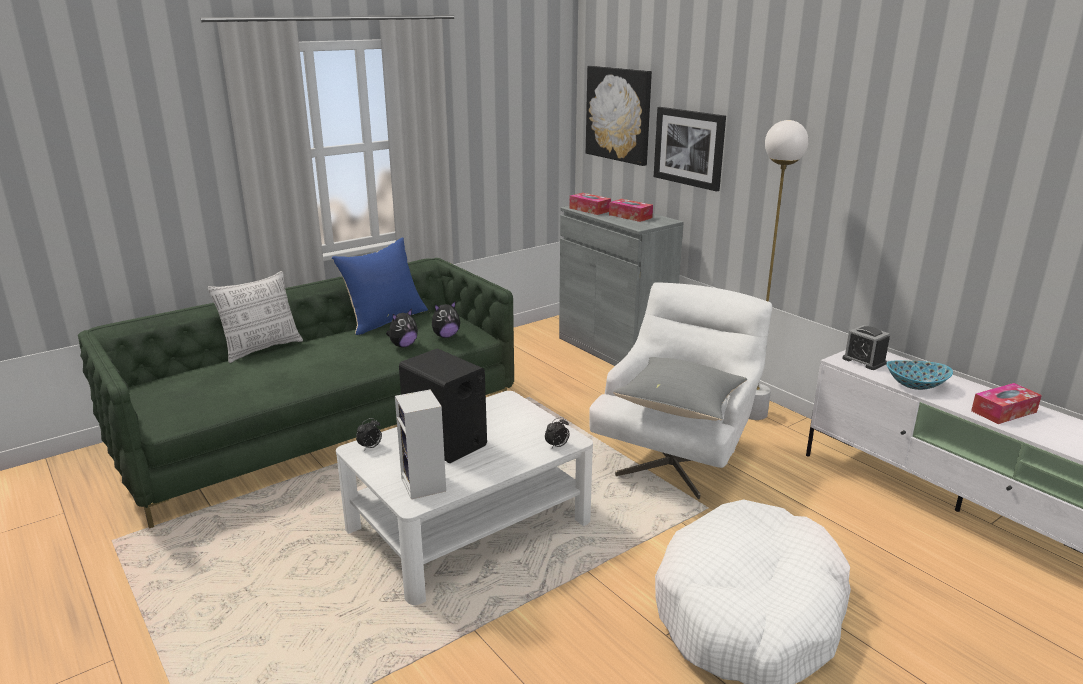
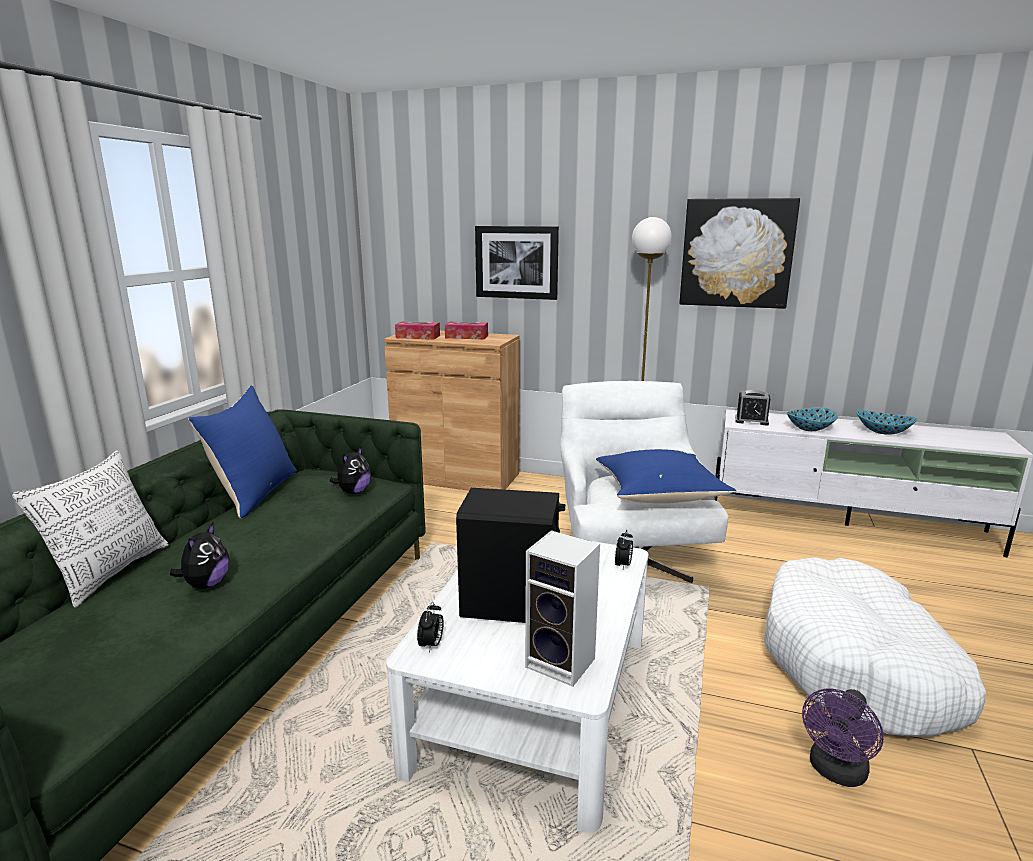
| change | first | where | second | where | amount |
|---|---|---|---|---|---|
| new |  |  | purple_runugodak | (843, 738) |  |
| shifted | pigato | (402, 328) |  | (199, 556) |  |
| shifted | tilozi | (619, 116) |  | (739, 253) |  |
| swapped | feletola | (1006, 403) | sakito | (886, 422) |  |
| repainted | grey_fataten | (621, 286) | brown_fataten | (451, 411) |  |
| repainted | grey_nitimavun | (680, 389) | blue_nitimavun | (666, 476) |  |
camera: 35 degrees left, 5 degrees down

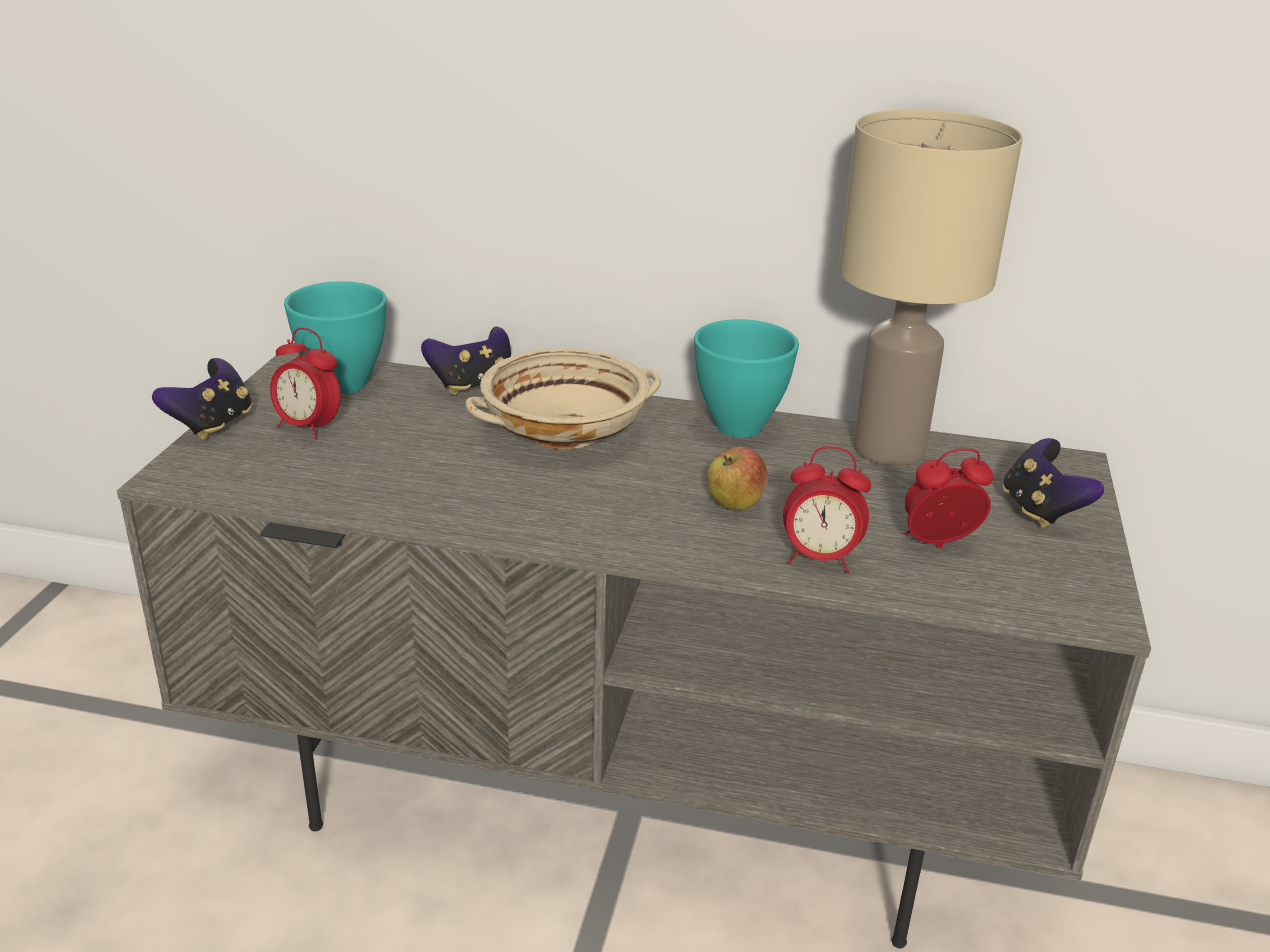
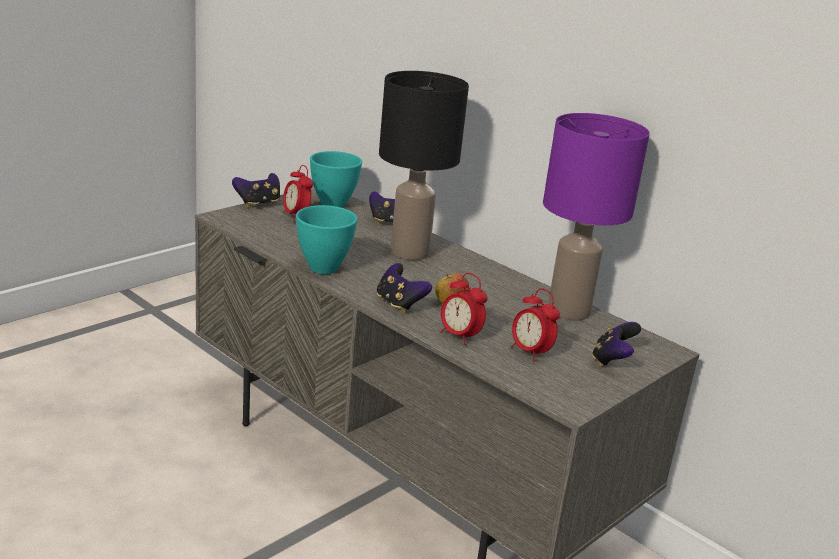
| change | first | where | second | where | amount |
|---|---|---|---|---|---|
| new |  |  | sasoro | (404, 288) |  |
| shifted | turquoise_sakito | (746, 378) |  | (326, 239) |  |
| swapped | beige_sakito | (563, 398) | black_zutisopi | (424, 165) |  |
| repainted | beige_zutisopi | (931, 287) | purple_zutisopi | (596, 217) |  |
| rotated | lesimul | (948, 498) |  | (535, 325) | 150 degrees counterclockwise |
camera: 30 degrees right, 5 degrees down

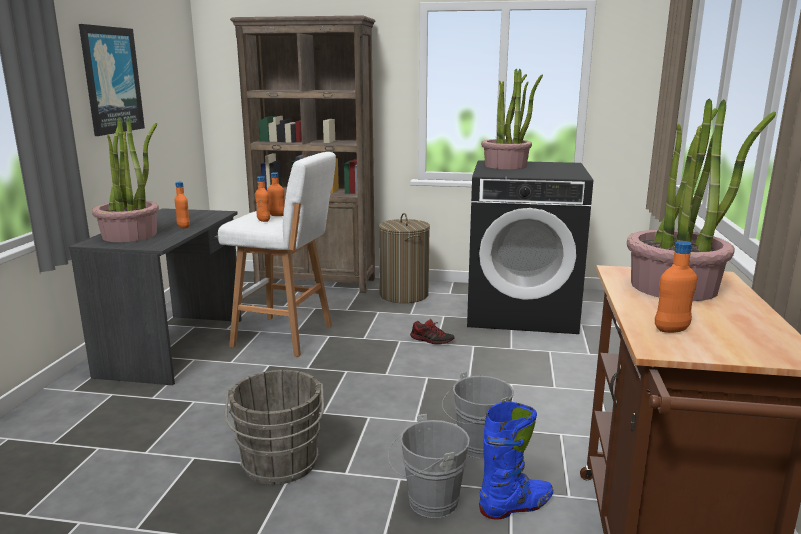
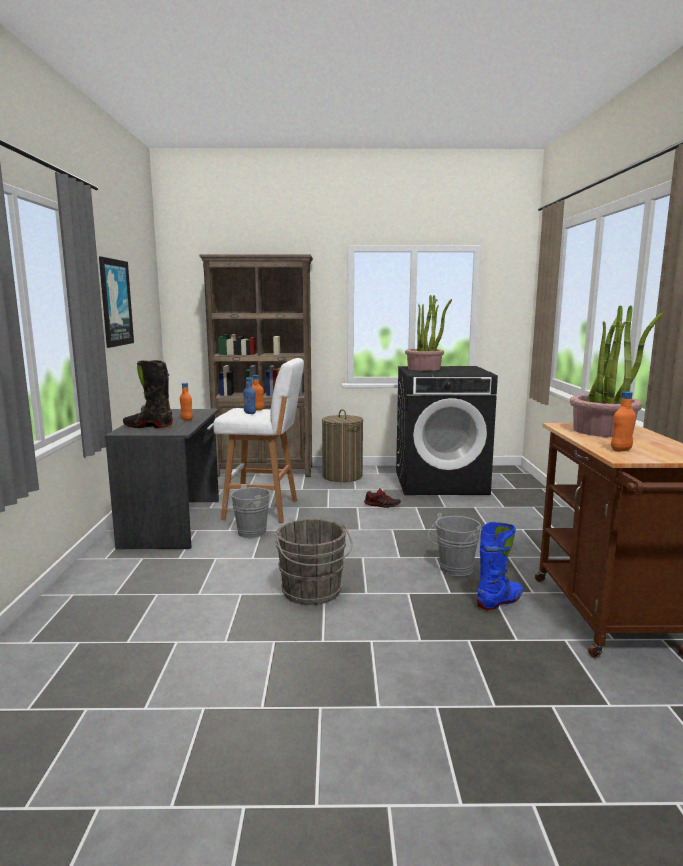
| change | first | where | second | where | amount |
|---|---|---|---|---|---|
| shifted | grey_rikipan | (429, 466) |  | (247, 511) |  |
| swapped | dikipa | (125, 180) | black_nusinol | (148, 394) |  |
| repainted | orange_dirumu | (262, 199) | blue_dirumu | (249, 395) |  |
camera: 10 degrees left, 5 degrees down

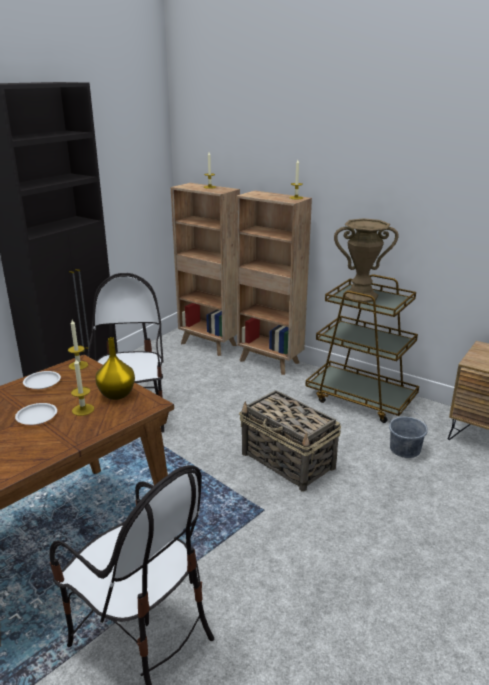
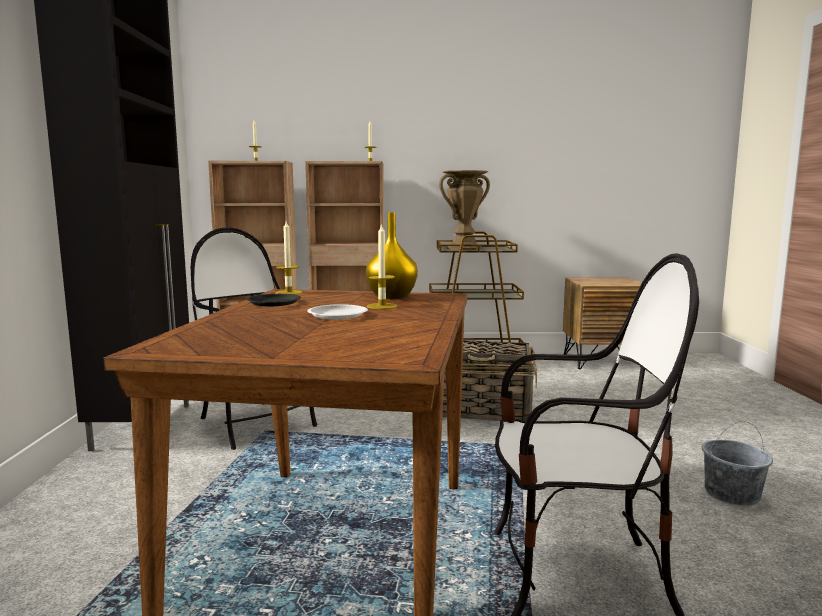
| change | first | where | second | where | amount |
|---|---|---|---|---|---|
| shifted | grey_rikipan | (408, 434) |  | (737, 463) |  |
| repainted | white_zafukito | (42, 380) | black_zafukito | (273, 300) |  |
camera: 35 degrees left, 15 degrees down

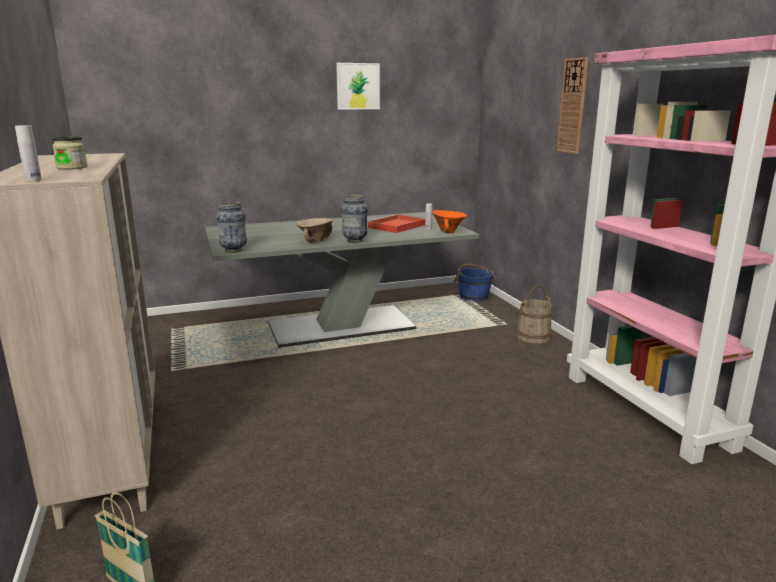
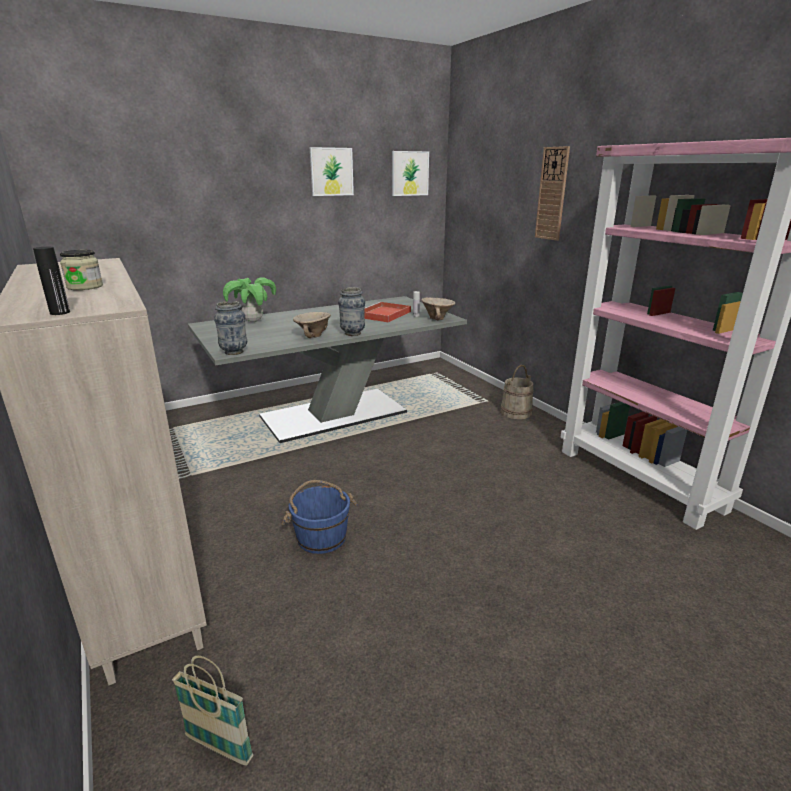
| change | first | where | second | where | amount |
|---|---|---|---|---|---|
| new |  |  | dikipa | (249, 299) |  |
| new |  |  | tilozi | (410, 173) |  |
| shifted | blue_rikipan | (474, 283) |  | (320, 517) |  |
| repainted | white_dirumu | (28, 153) | black_dirumu | (51, 281) |  |
| repainted | orange_sakito | (449, 221) | beige_sakito | (438, 309) |  |
camera: 10 degrees left, 5 degrees up

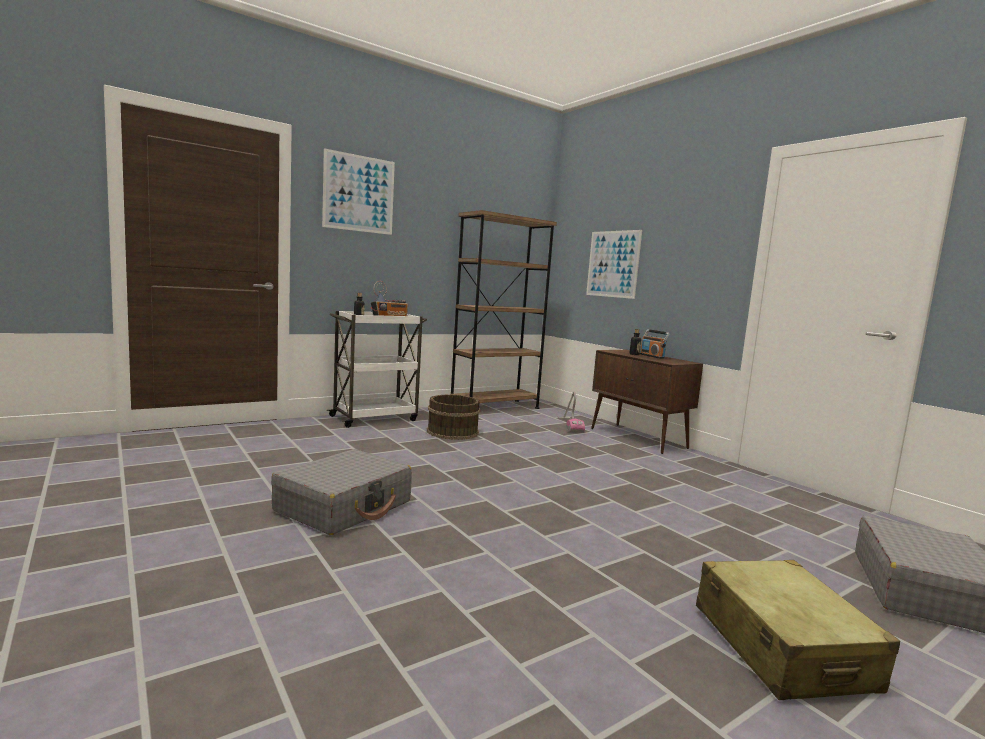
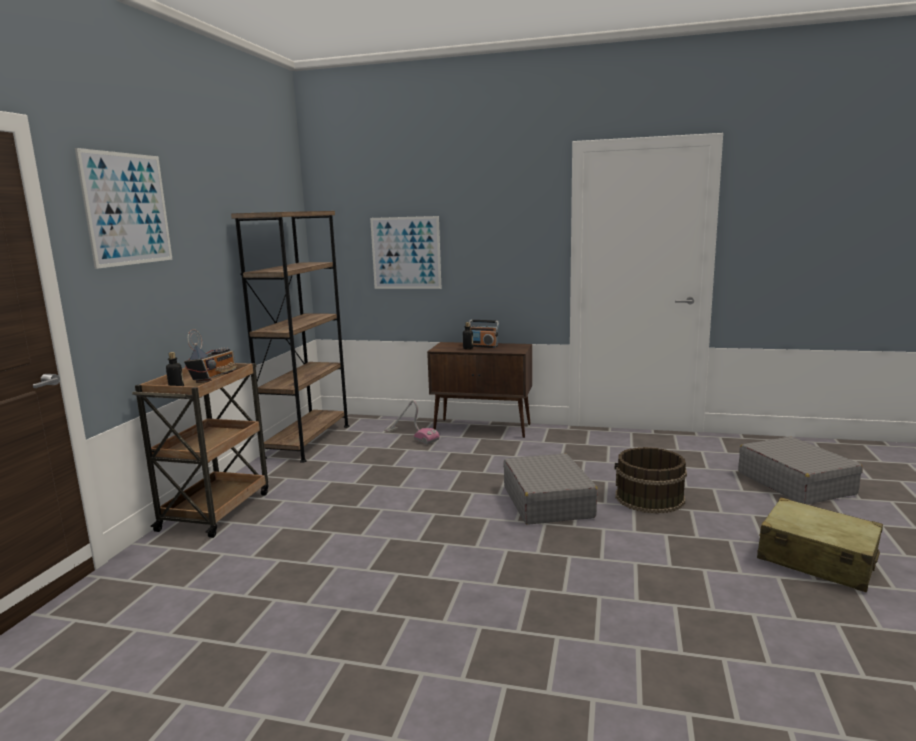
| change | first | where | second | where | amount |
|---|---|---|---|---|---|
| shifted | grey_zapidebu | (341, 492) |  | (550, 489) |  |
| shifted | brown_rikipan | (453, 417) |  | (651, 480) |  |
| repainted | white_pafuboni | (377, 369) | brown_pafuboni | (200, 450) |  |
camera: 40 degrees left, 5 degrees up

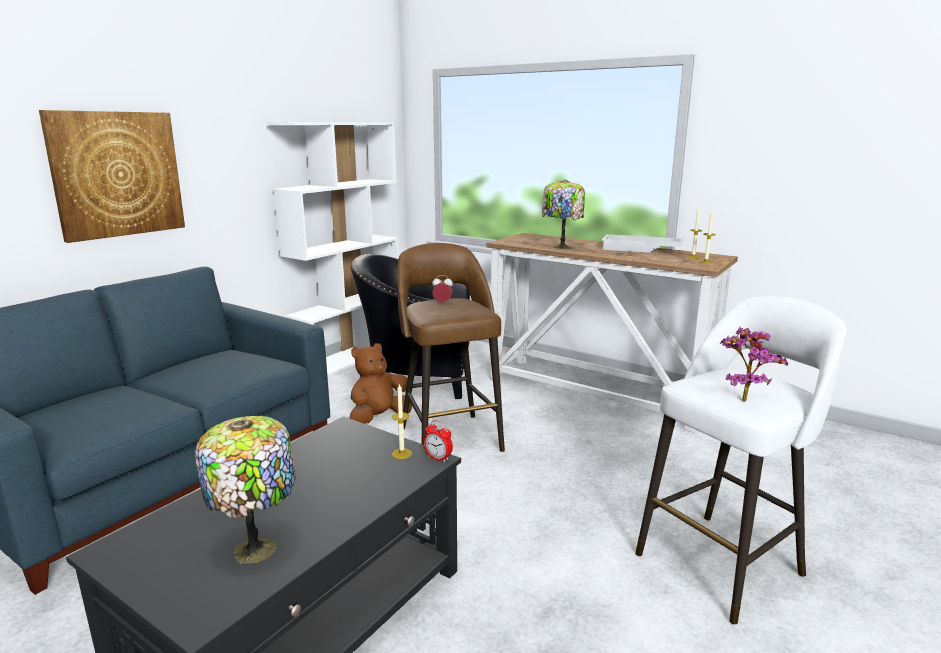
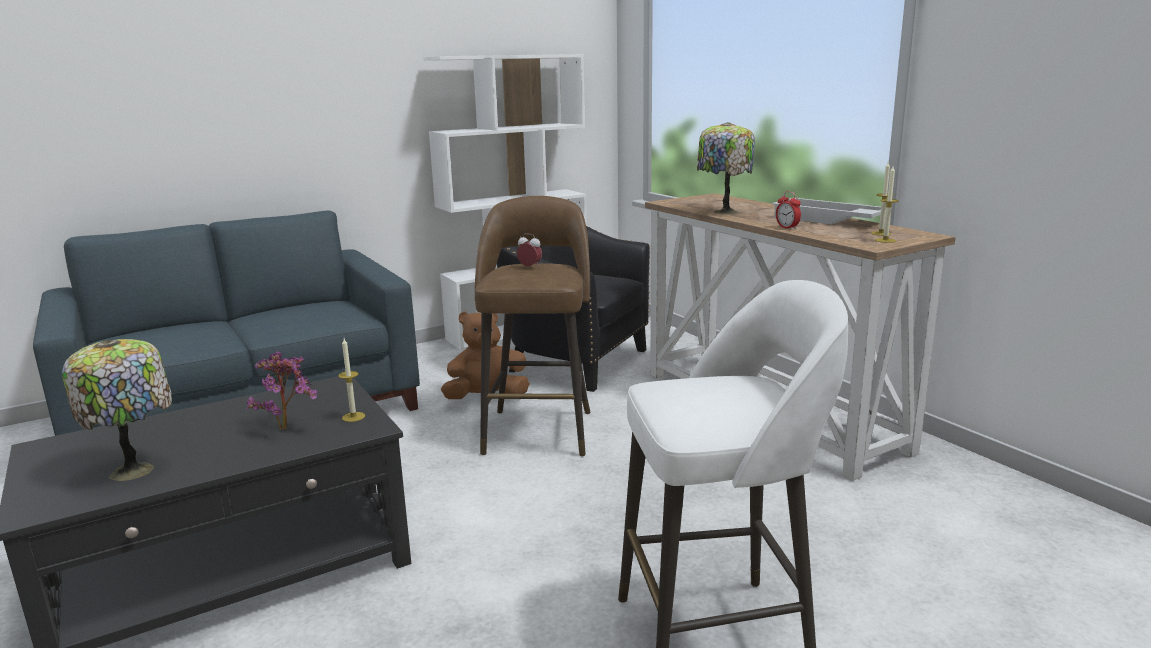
| change | first | where | second | where | amount |
|---|---|---|---|---|---|
| gone | tilozi | (112, 176) |  |  |  |
| shifted | lesimul | (438, 441) |  | (788, 210) |  |
| shifted | dikipa | (754, 364) |  | (282, 390) |  |
camera: 25 degrees right, 0 degrees up

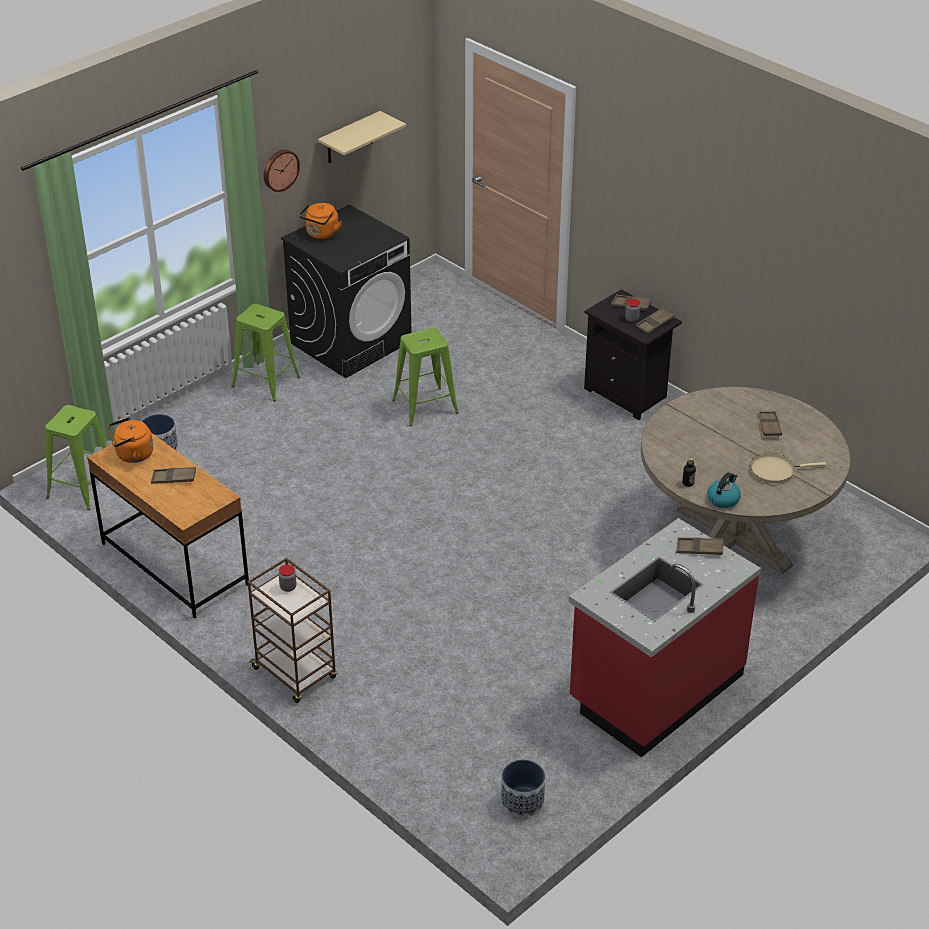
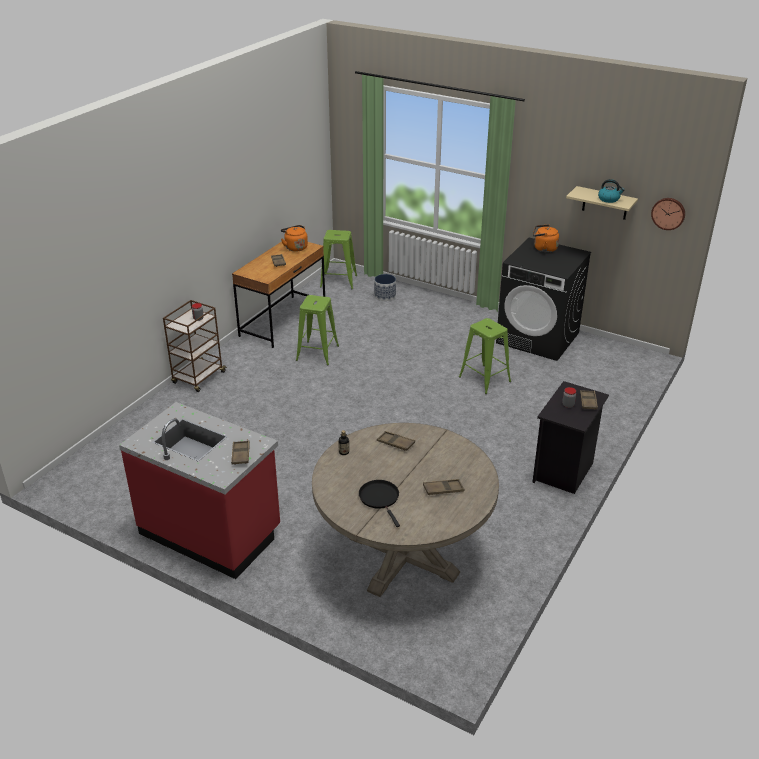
| change | first | where | second | where | amount |
|---|---|---|---|---|---|
| gone | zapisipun | (523, 788) |  |  |  |
| shifted | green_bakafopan | (266, 353) |  | (317, 330) |  |
| shifted | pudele | (282, 171) |  | (668, 214) |  |
| shifted | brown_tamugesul | (655, 321) |  | (396, 441) |  |
| shifted | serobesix | (724, 490) |  | (611, 191) |  |
| repainted | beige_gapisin | (788, 468) | black_gapisin | (379, 503) |  |
camera: 75 degrees right, 5 degrees down

